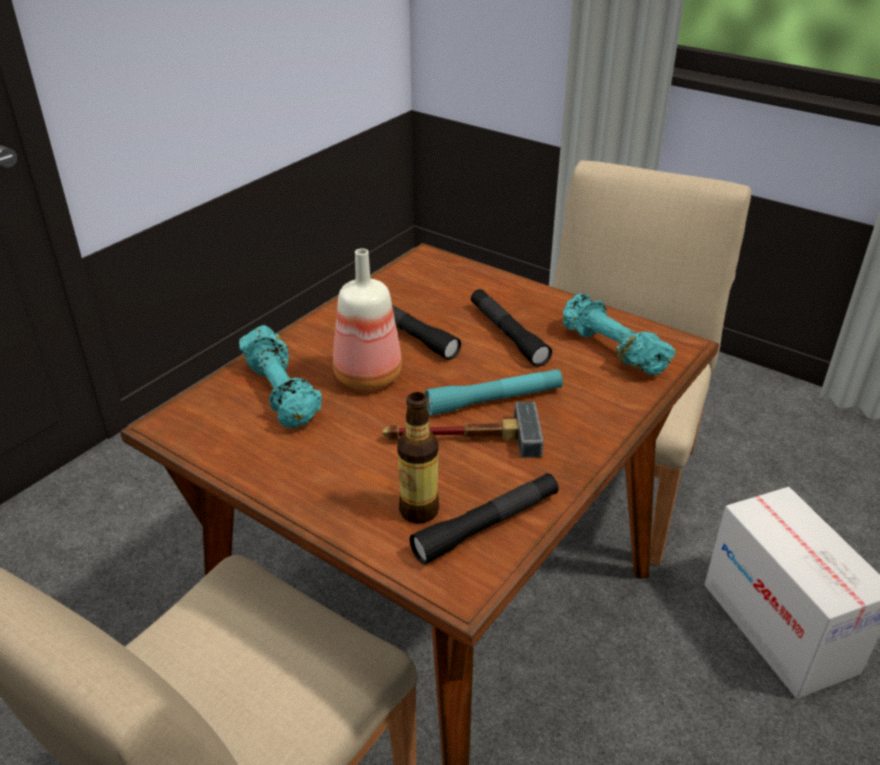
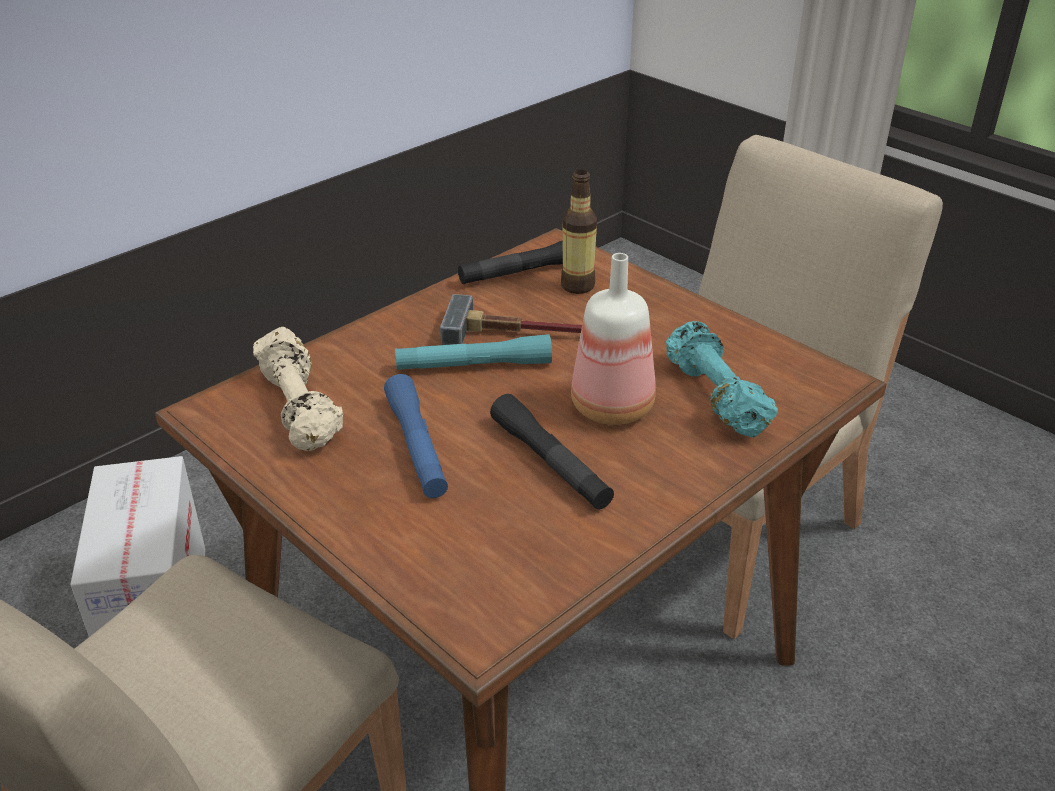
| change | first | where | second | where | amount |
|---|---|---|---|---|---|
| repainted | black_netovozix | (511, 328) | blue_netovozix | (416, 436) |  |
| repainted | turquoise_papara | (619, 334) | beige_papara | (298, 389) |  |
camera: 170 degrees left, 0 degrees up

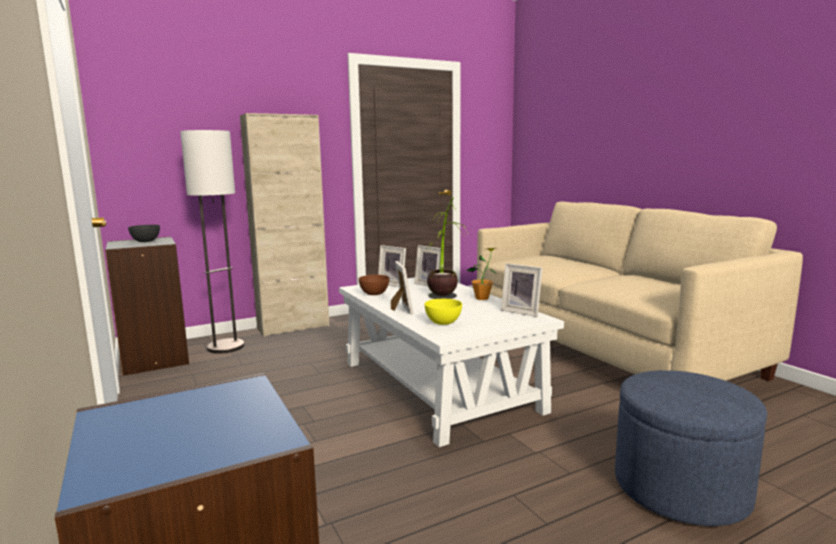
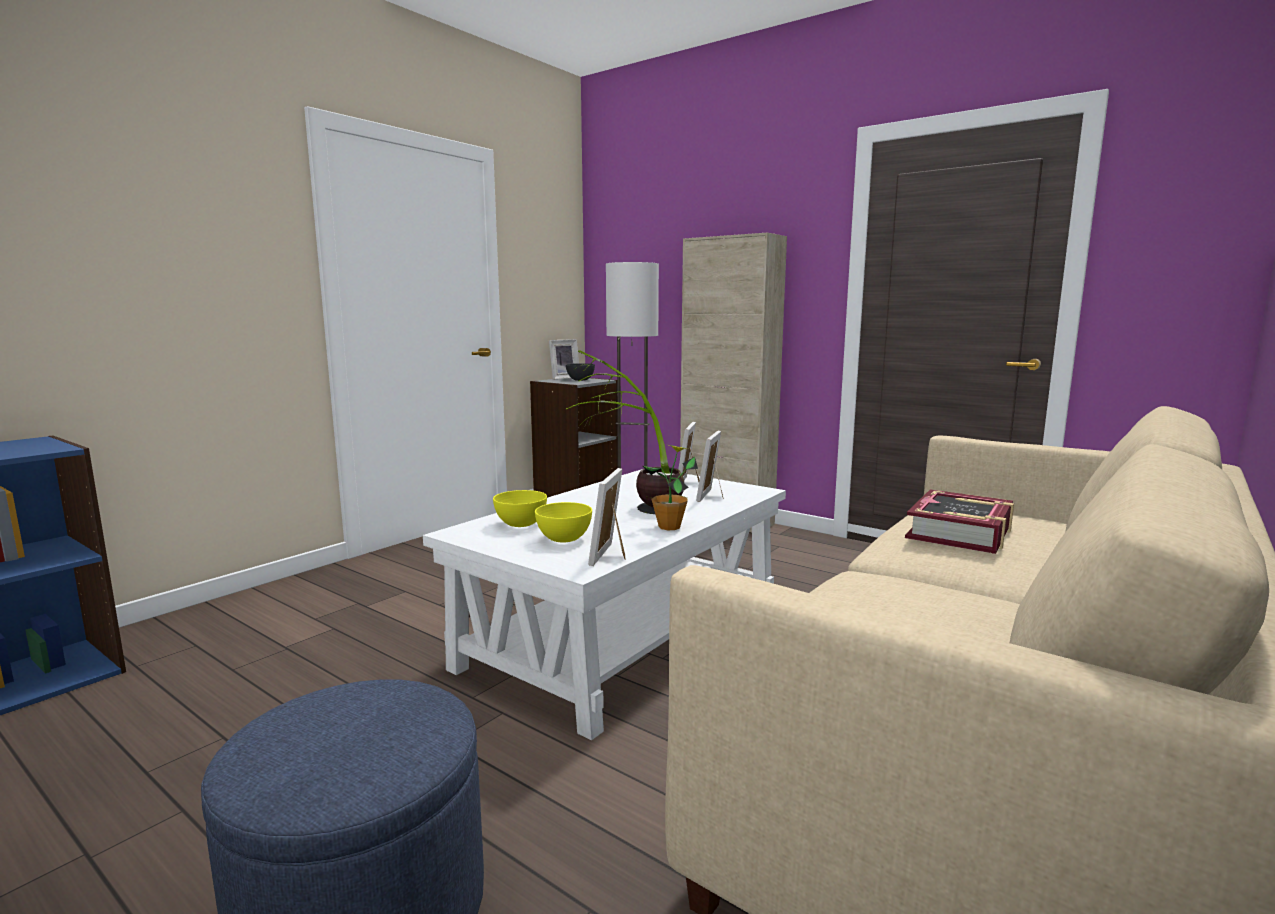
| change | first | where | second | where | amount |
|---|---|---|---|---|---|
| gone | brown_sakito | (374, 285) |  |  |  |
| new |  |  | yellow_sakito | (563, 522) |  |
| new |  |  | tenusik | (959, 522) |  |
| shifted | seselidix | (402, 288) |  | (564, 359) |  |
camera: 65 degrees right, 0 degrees up

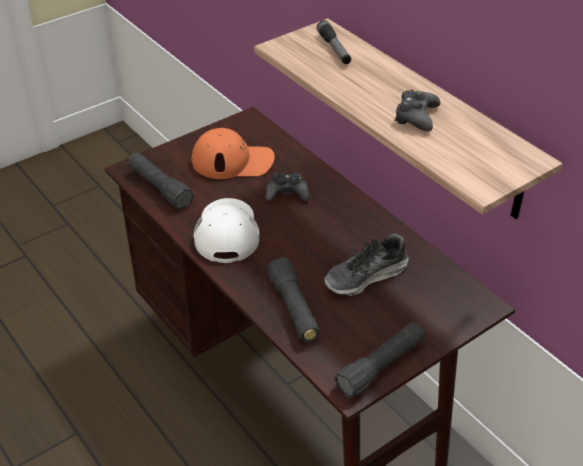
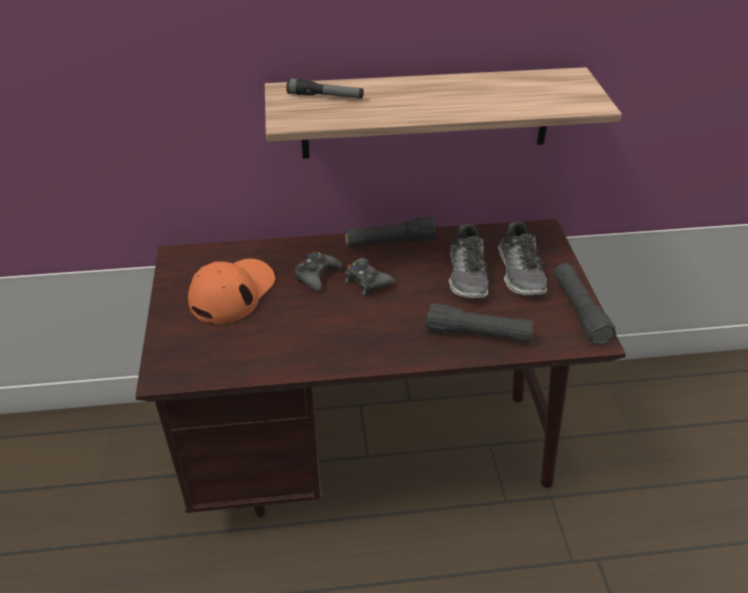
| change | first | where | second | where | amount |
|---|---|---|---|---|---|
| gone | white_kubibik | (226, 230) |  |  |  |
| new |  |  | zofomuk | (522, 258) |  |
| shifted | black_netovozix | (161, 181) |  | (391, 232) |  |
| shifted | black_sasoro | (417, 111) |  | (370, 276) |  |
camera: 60 degrees left, 0 degrees up

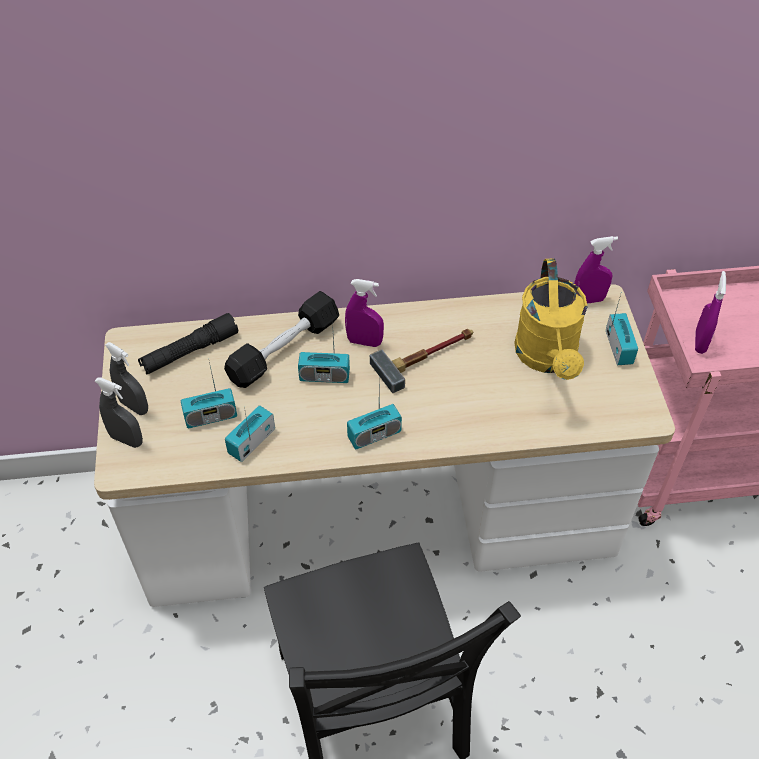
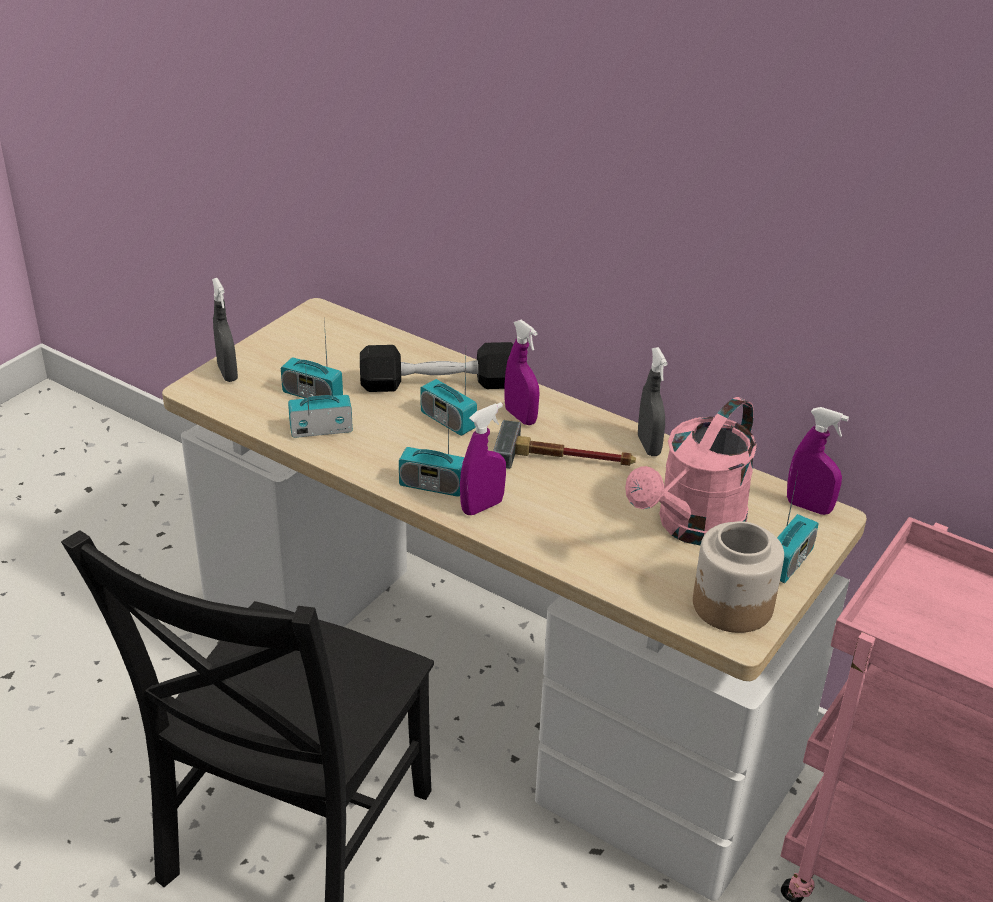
| change | first | where | second | where | amount |
|---|---|---|---|---|---|
| gone | black_netovozix | (188, 344) |  |  |  |
| new |  |  | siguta | (738, 577) |  |
| shifted | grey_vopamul | (126, 378) |  | (653, 401) |  |
| shifted | purple_vopamul | (710, 312) |  | (483, 458) |  |
| repainted | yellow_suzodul | (551, 319) | pink_suzodul | (691, 471) |  |
camera: 40 degrees right, 15 degrees down

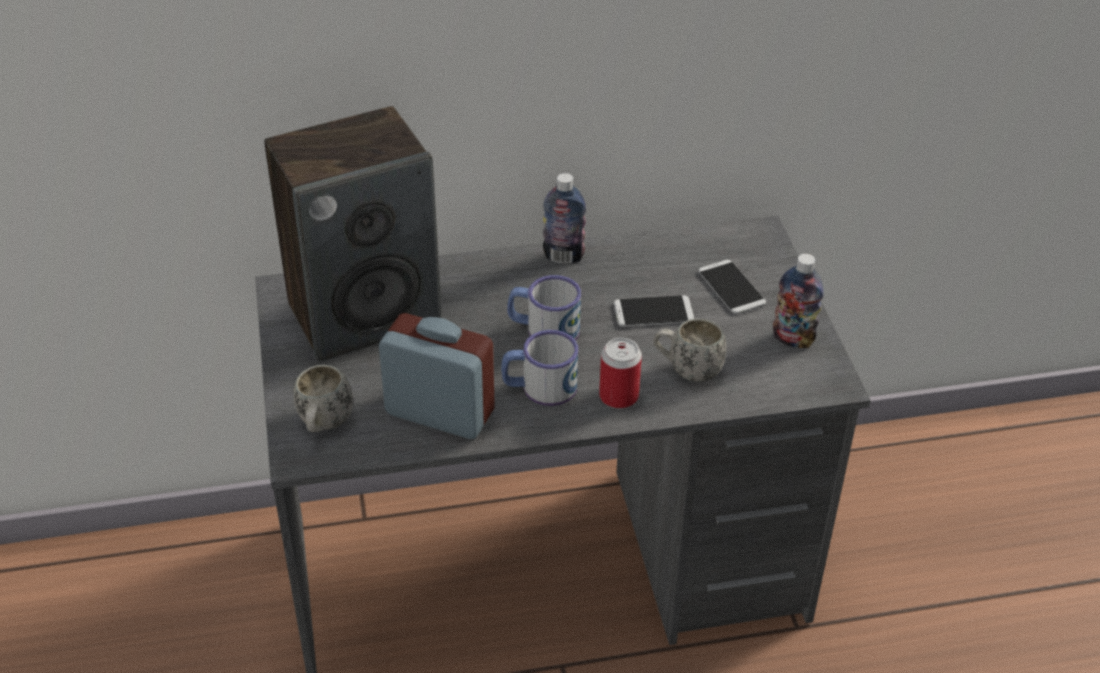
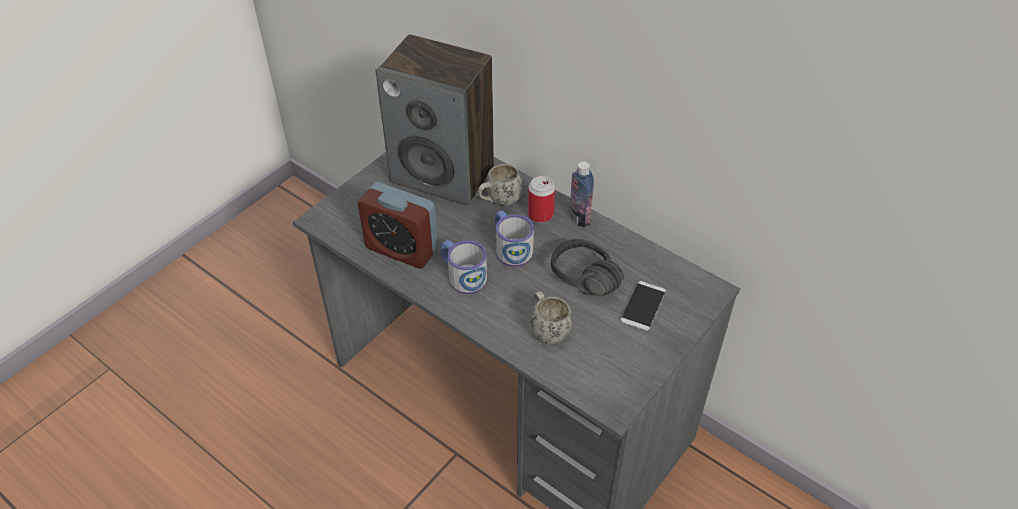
| change | first | where | second | where | amount |
|---|---|---|---|---|---|
| gone | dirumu | (798, 301) |  |  |  |
| shifted | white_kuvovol | (323, 398) |  | (500, 185) |  |
| shifted | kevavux | (620, 373) |  | (541, 199) |  |
| swapped | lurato | (654, 311) | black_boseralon | (587, 267) |  |
| rotated | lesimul | (437, 376) |  | (398, 225) | 135 degrees clockwise |
camera: 50 degrees right, 5 degrees up

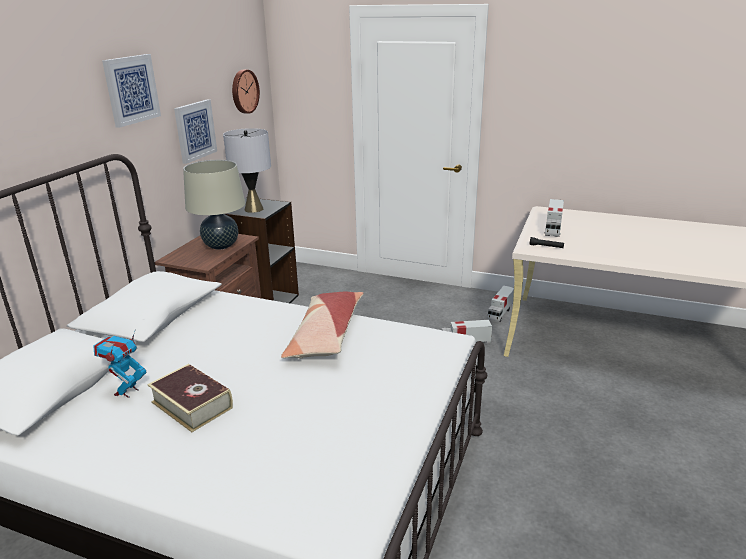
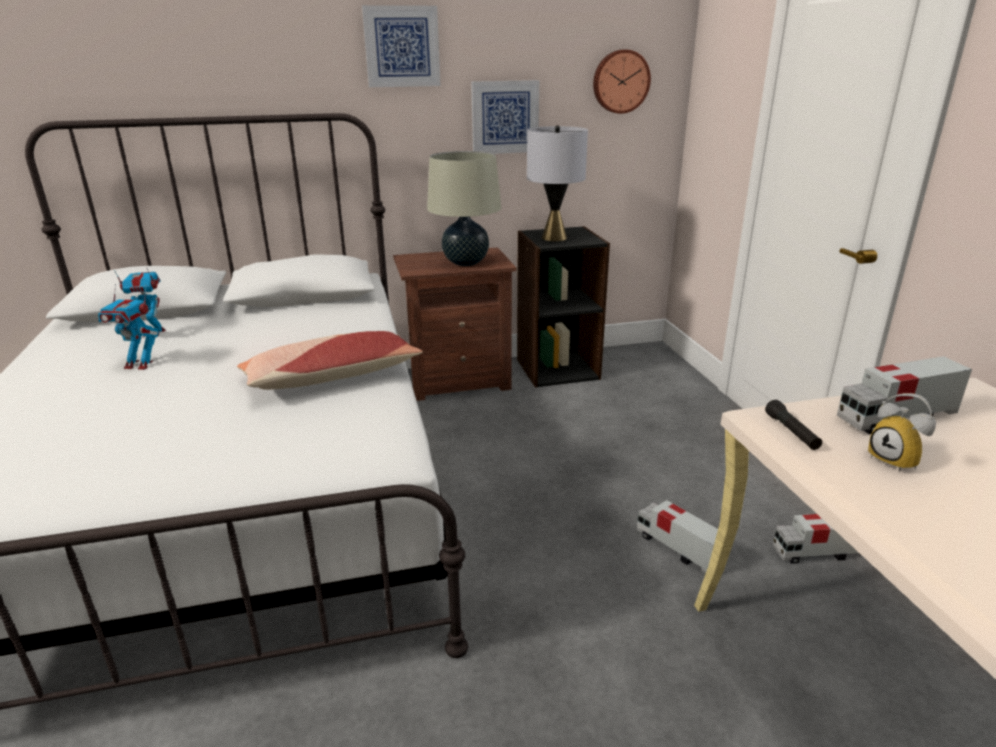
| change | first | where | second | where | amount |
|---|---|---|---|---|---|
| new |  |  | lesimul | (902, 432) |  |
| swapped | tenusik | (190, 398) | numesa | (128, 327) |  |
camera: 55 degrees right, 0 degrees up

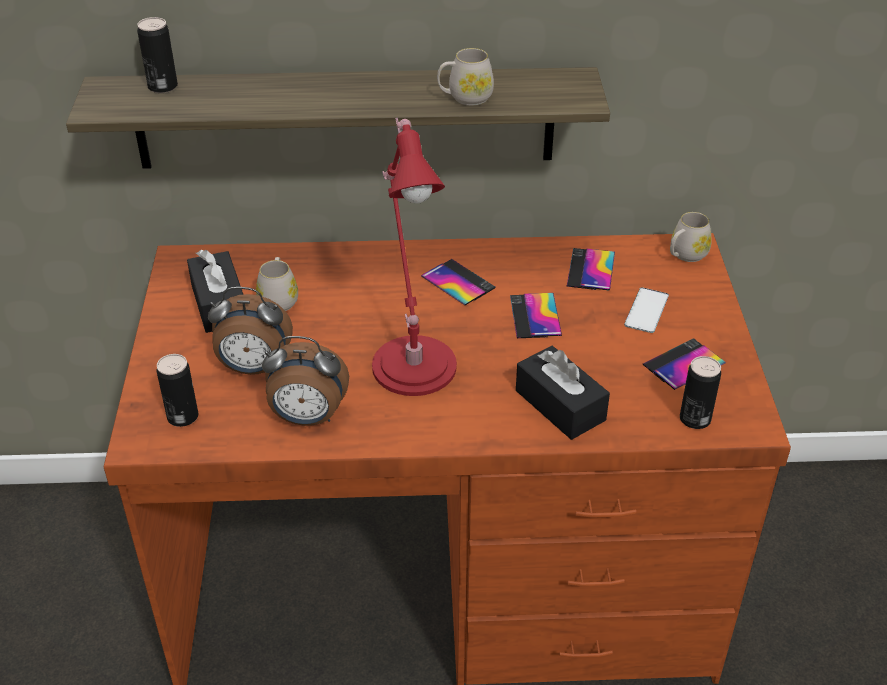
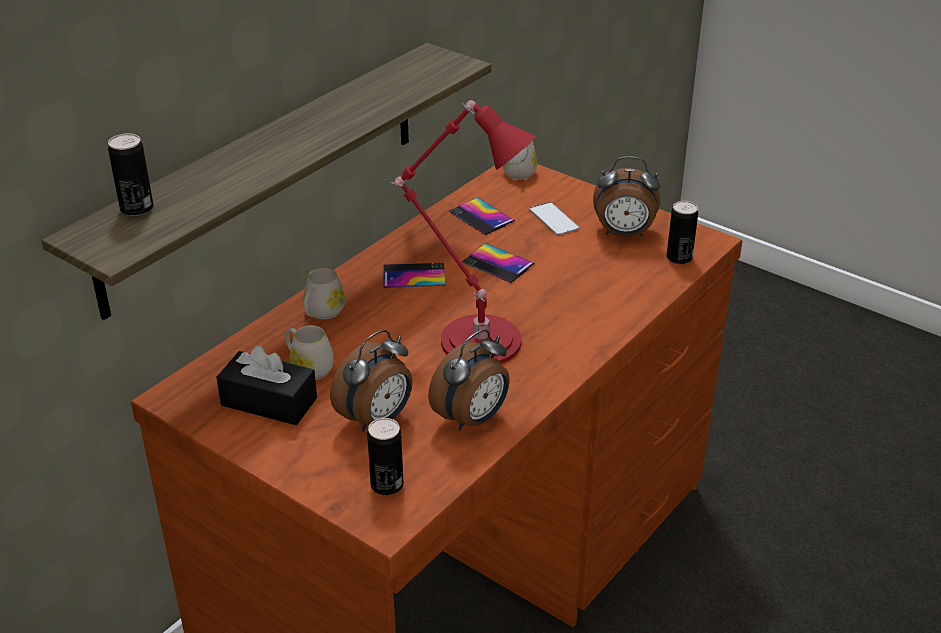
| change | first | where | second | where | amount |
|---|---|---|---|---|---|
| gone | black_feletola | (563, 393) |  |  |  |
| shifted | white_kuvovol | (465, 77) |  | (324, 293) |  |
| swapped | lurato | (684, 364) | lesimul | (626, 197) |  |
camera: 50 degrees left, 5 degrees down

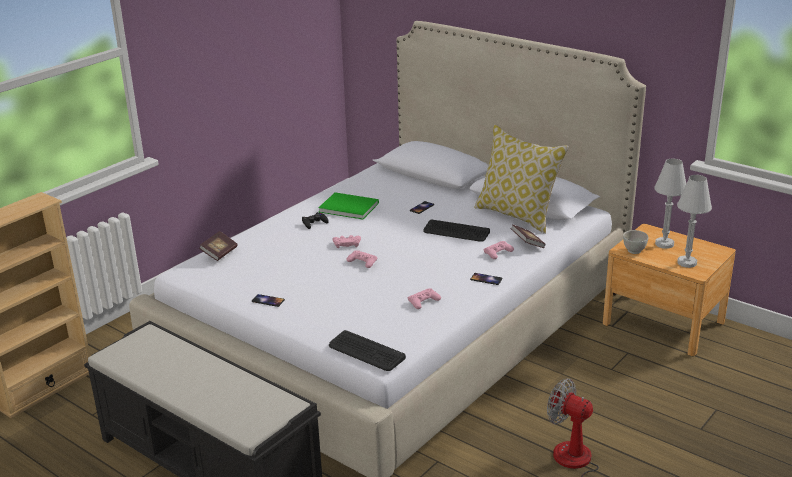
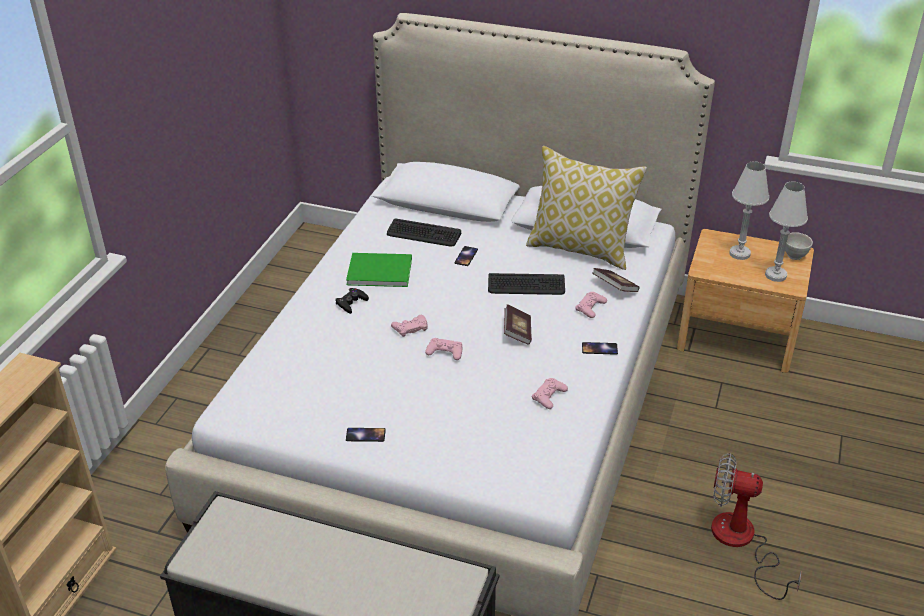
| change | first | where | second | where | amount |
|---|---|---|---|---|---|
| shifted | tenusik | (218, 246) |  | (518, 324) |  |
| shifted | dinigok | (367, 350) |  | (424, 232) |  |
| shifted | white_sakito | (636, 242) |  | (799, 246) |  |
camera: 20 degrees left, 10 degrees up

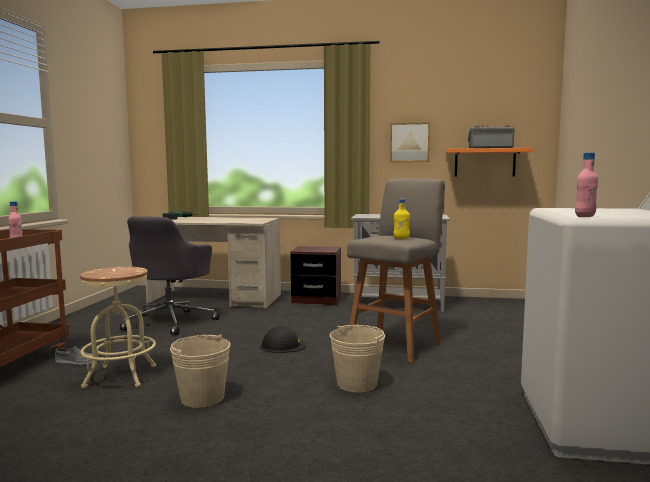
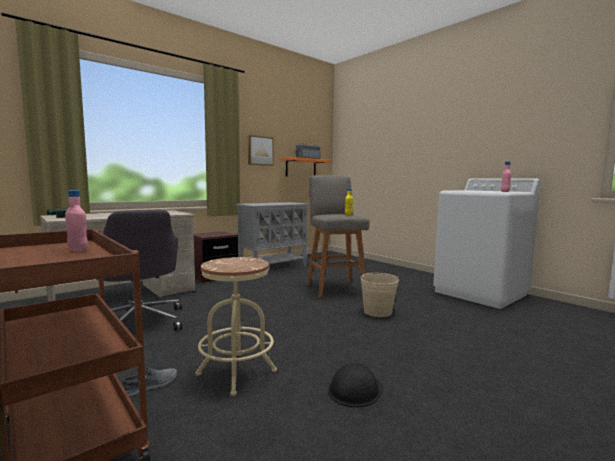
| change | first | where | second | where | amount |
|---|---|---|---|---|---|
| gone | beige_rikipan | (200, 371) |  |  |  |
| shifted | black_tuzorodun | (283, 339) |  | (355, 385) |  |
camera: 50 degrees left, 0 degrees up

